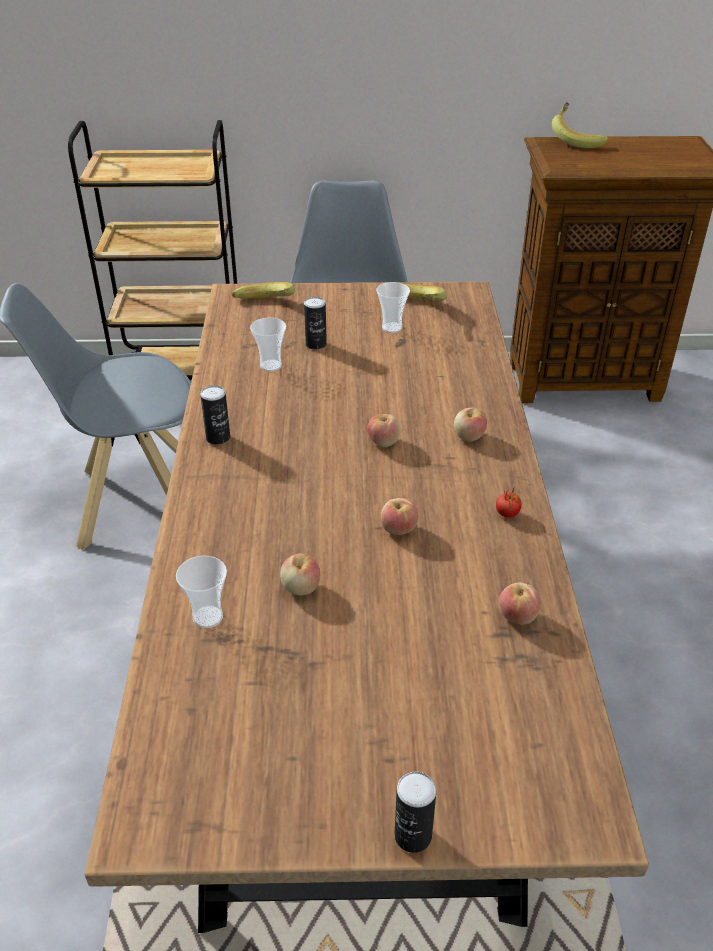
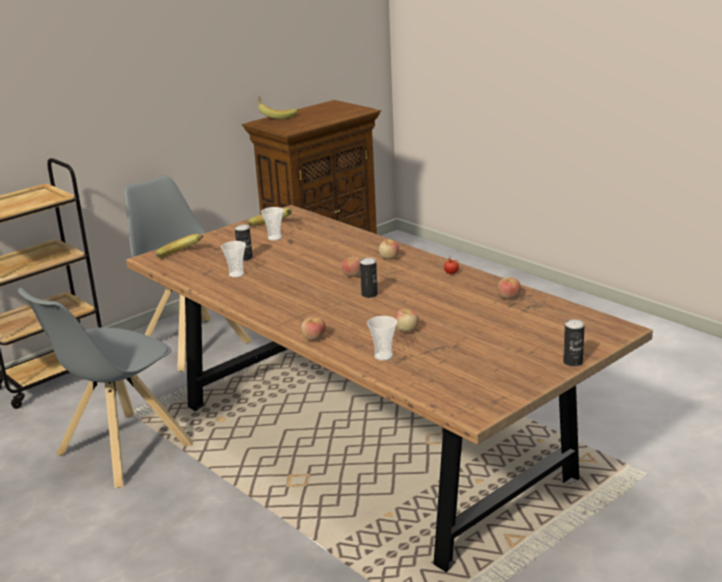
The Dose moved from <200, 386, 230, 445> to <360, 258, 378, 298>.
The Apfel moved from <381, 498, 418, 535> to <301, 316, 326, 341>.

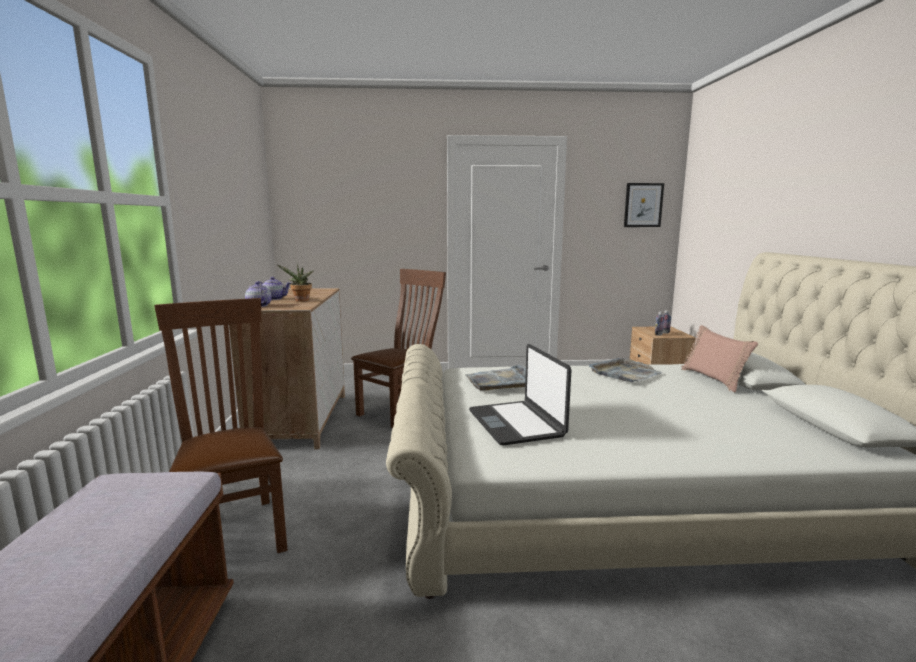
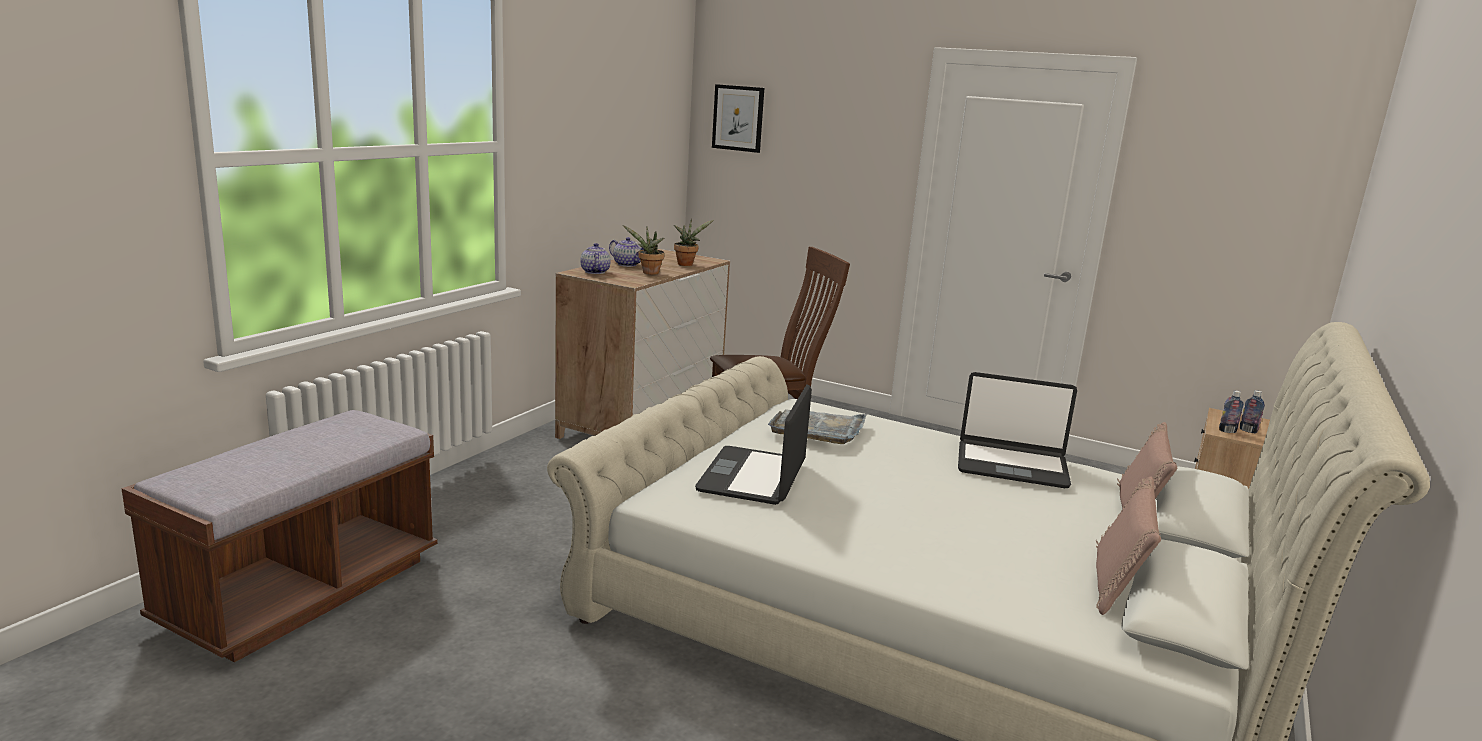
The Bild moved from <624, 183, 664, 227> to <712, 84, 764, 153>.
The Stuhl/braun at <154, 298, 288, 553> disappeared.
The Tablett/grau at <589, 358, 662, 382> was replaced by the Laptop at <958, 372, 1077, 488>.
The Topfpflanze at <674, 218, 714, 266> appeared.
The Kissen/beige at <1096, 477, 1161, 615> appeared.

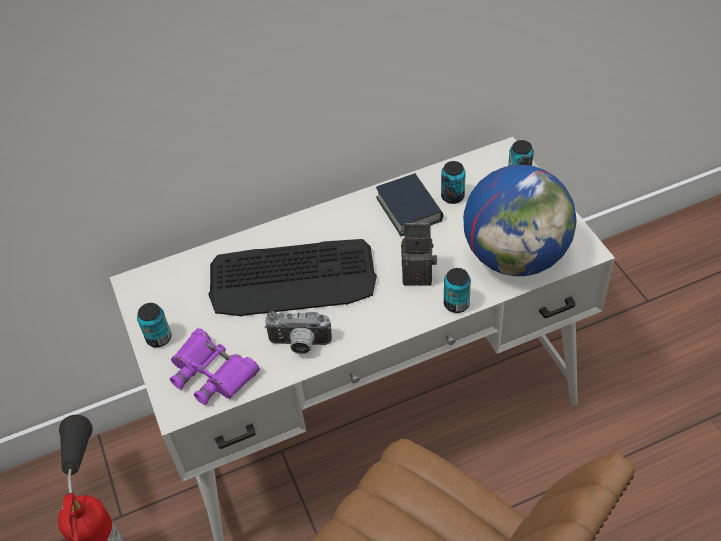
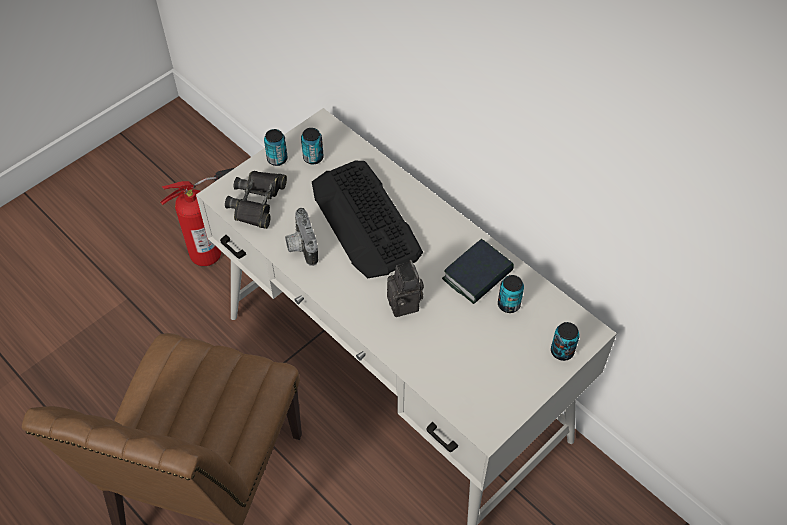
The Globus at <463, 165, 577, 276> disappeared.
The Dose moved from <444, 268, 471, 313> to <301, 128, 324, 164>.
The Fernglas/lila at <170, 328, 260, 405> became the Fernglas/schwarz at <225, 171, 287, 229>.

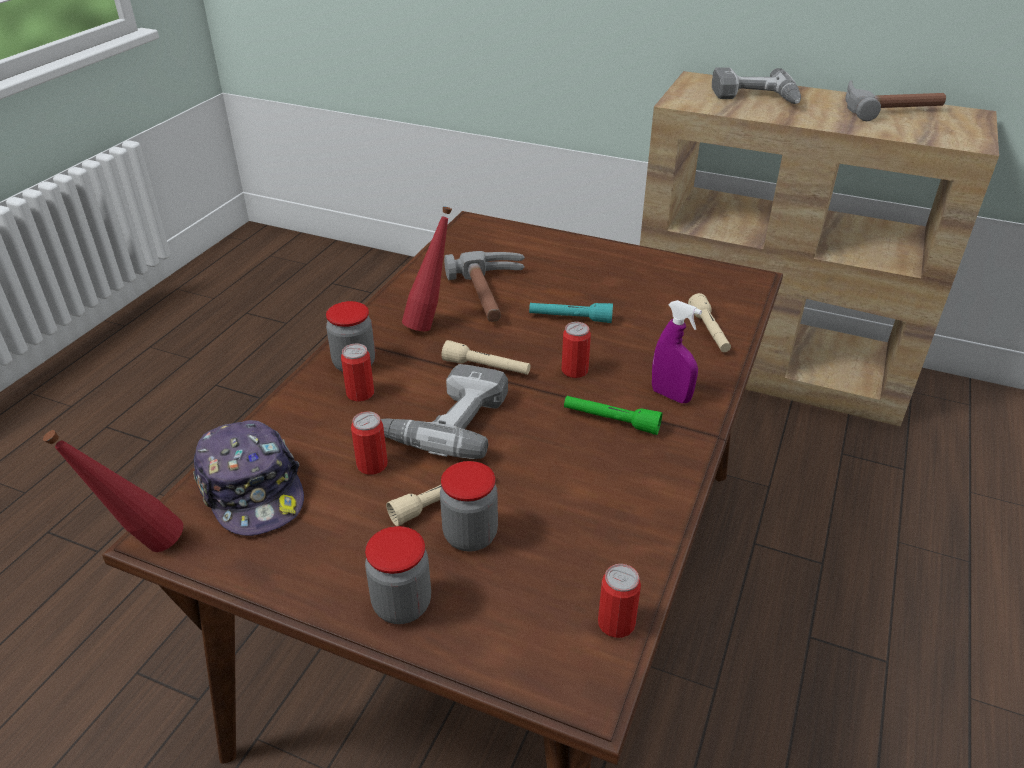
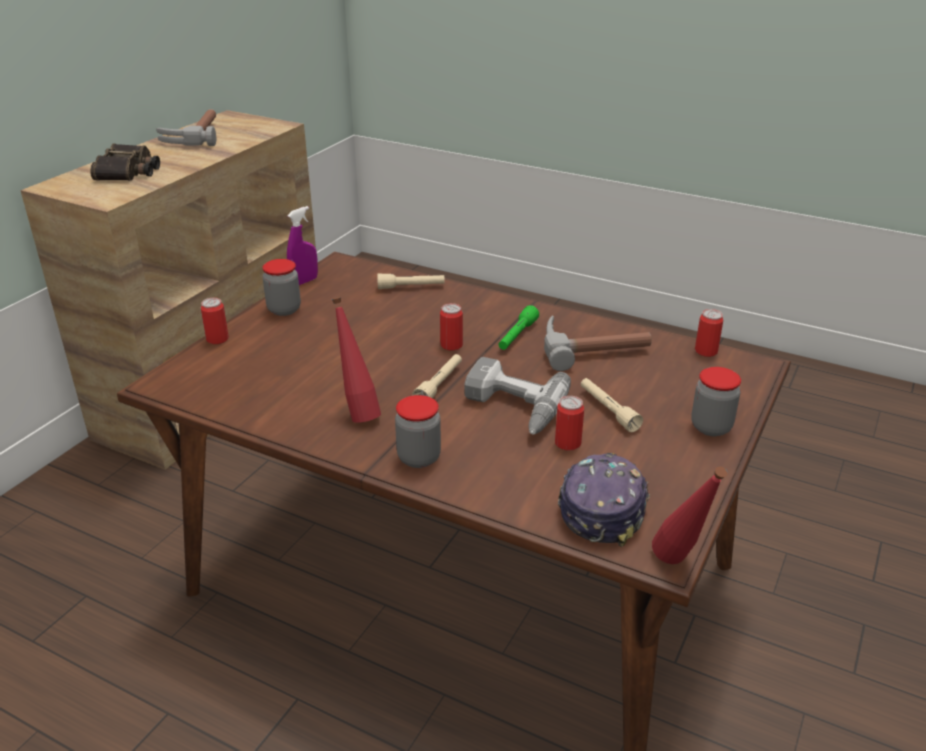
The Bohrmaschine at <712, 67, 801, 104> was replaced by the Fernglas at <90, 144, 160, 181>.
The Hammer moved from <444, 251, 525, 322> to <544, 316, 652, 371>.
The Sprühflasche/lila moved from <652, 300, 702, 403> to <287, 206, 318, 285>.
The Taschenlampe/türkis at <529, 303, 613, 323> disappeared.
The Dose moved from <341, 344, 374, 402> to <201, 298, 229, 344>.
The Kappe at <193, 420, 304, 536> turned 45 degrees counterclockwise.
The Vorratsglas moved from <440, 461, 498, 552> to <263, 259, 301, 316>.

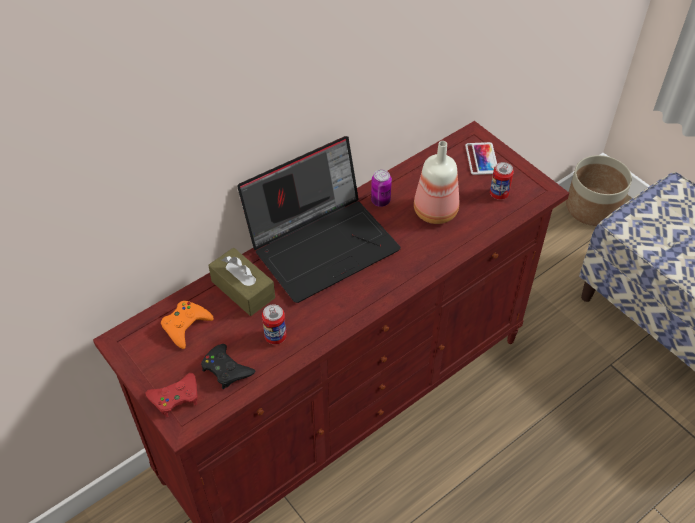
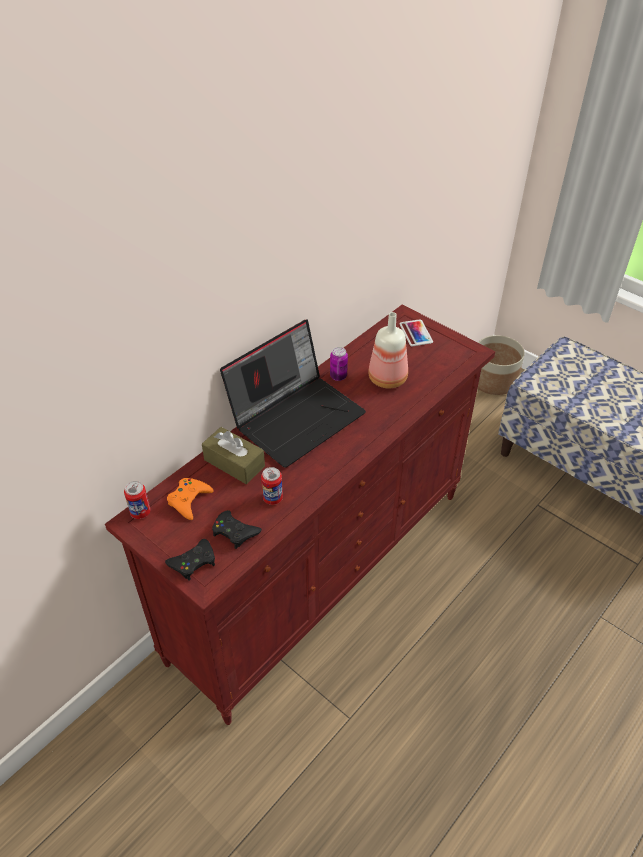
The Dose moved from <490, 162, 514, 200> to <124, 481, 151, 519>.
The Gamepad/rot at <146, 373, 198, 417> became the Gamepad/schwarz at <165, 539, 215, 581>.

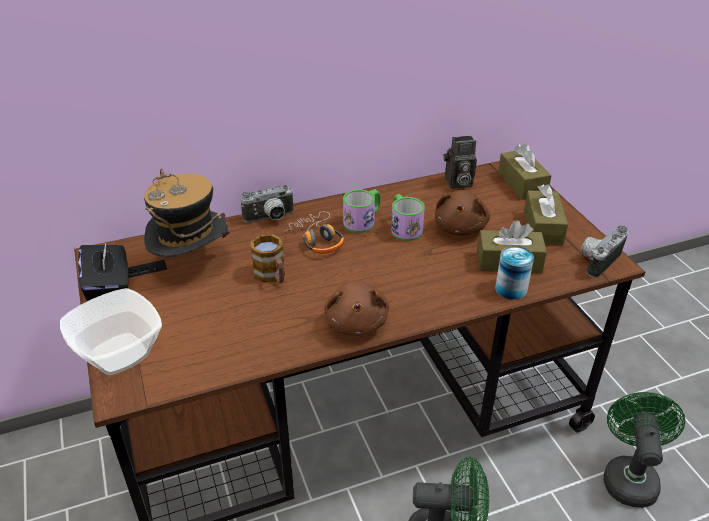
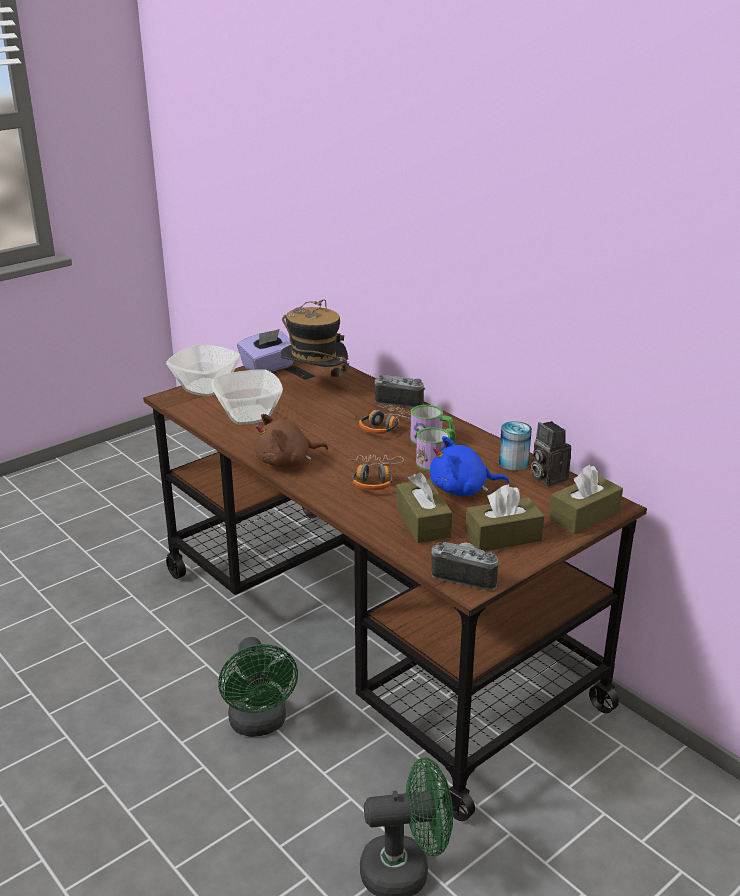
The Kamera at <241, 185, 294, 223> turned 150 degrees clockwise.
The Plüschtier/braun at <435, 190, 490, 236> became the Plüschtier/blau at <430, 436, 509, 496>.
The Henkelbecher at <250, 234, 285, 283> disappeared.
The Taschentuchbox/schwarz at <78, 238, 129, 301> became the Taschentuchbox/lila at <237, 329, 293, 372>.
The Dose moved from <495, 246, 534, 300> to <499, 421, 532, 471>.
The Schüssel at <212, 369, 283, 425> appeared.
The Kopfhörer at <348, 455, 404, 490> appeared.

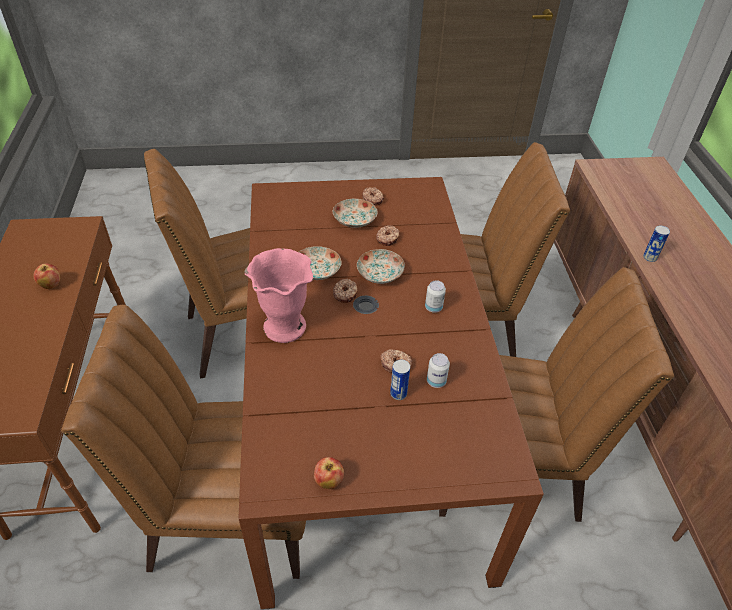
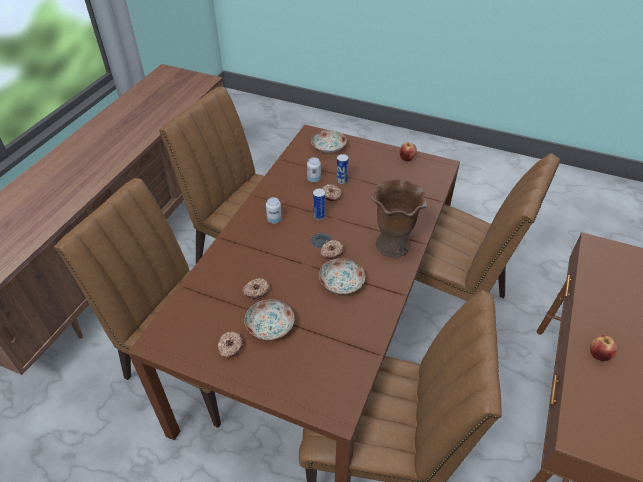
The Dose moved from <643, 226, 670, 262> to <313, 188, 325, 220>.
The Vase/rosa at <244, 248, 313, 343> became the Vase/braun at <371, 179, 427, 257>.
The Teller moved from <357, 249, 405, 284> to <311, 130, 347, 153>.

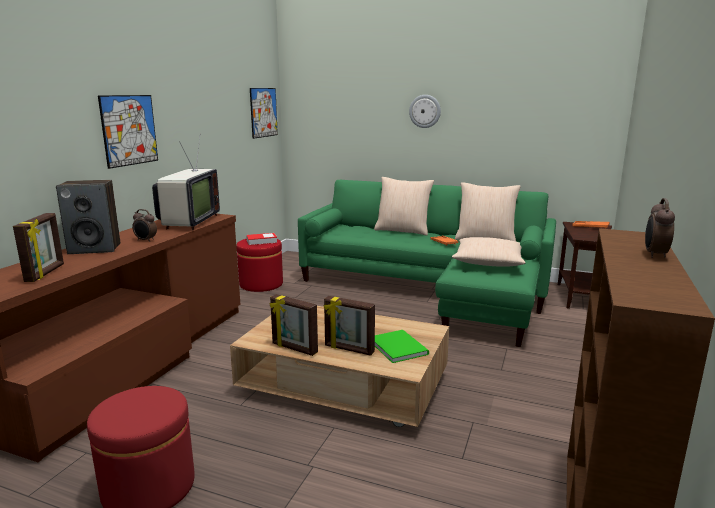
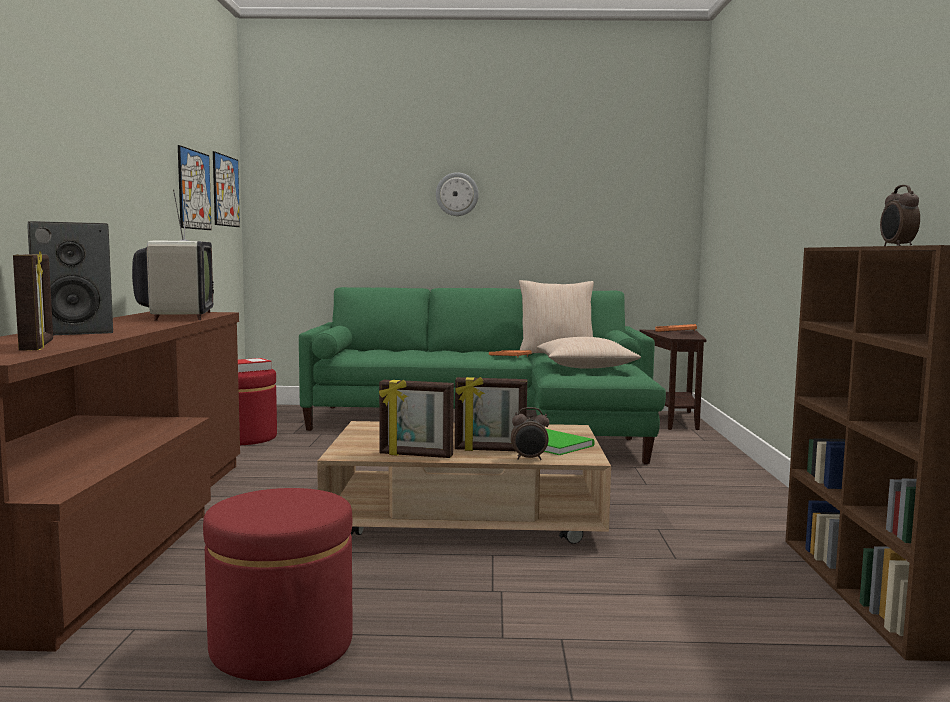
The Bild moved from <98, 95, 158, 169> to <178, 145, 212, 230>.
The Kissen/beige at <374, 177, 434, 236> disappeared.
The Wecker moved from <132, 209, 157, 242> to <511, 407, 549, 460>.

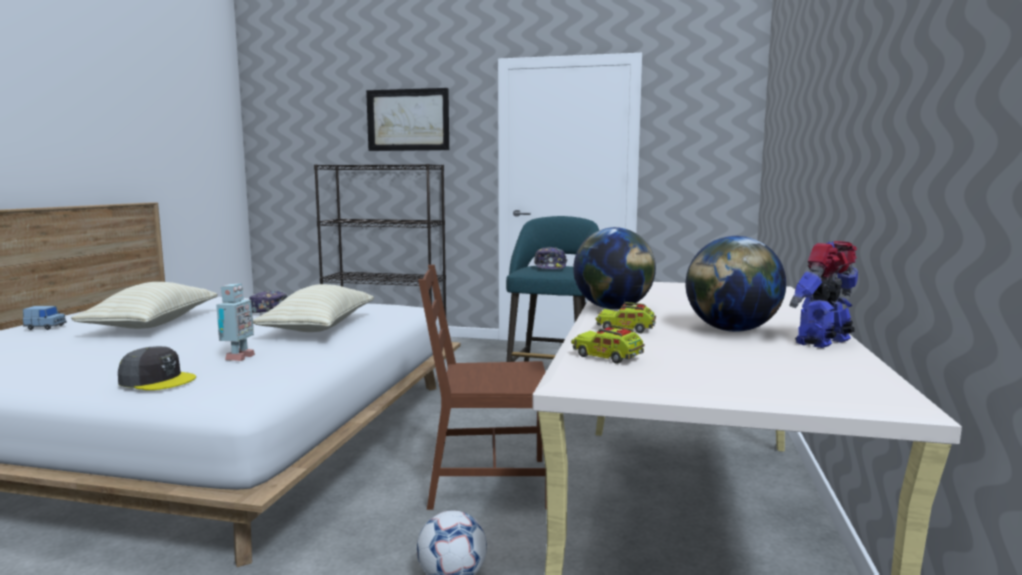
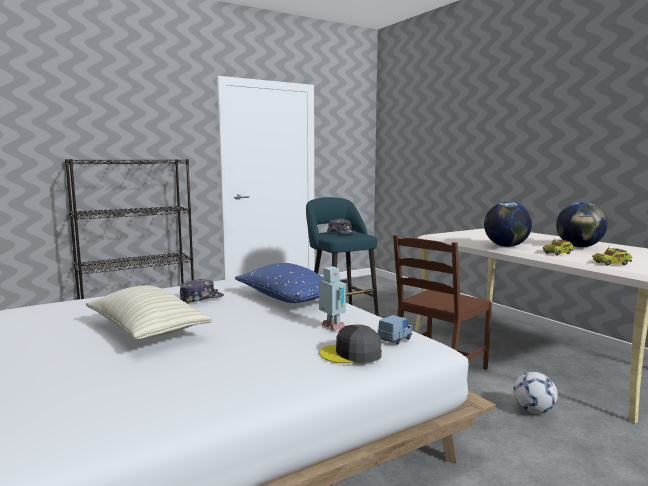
The Bild at <366, 88, 449, 151> disappeared.
The Spielzeugroboter at <789, 241, 858, 348> disappeared.
The Kissen/beige at <253, 284, 374, 332> became the Kissen/blau at <235, 263, 324, 303>.
The Spielzeugauto/blau moved from <23, 306, 67, 330> to <378, 315, 412, 345>.
The Kappe/grau at <118, 346, 196, 390> turned 150 degrees counterclockwise.

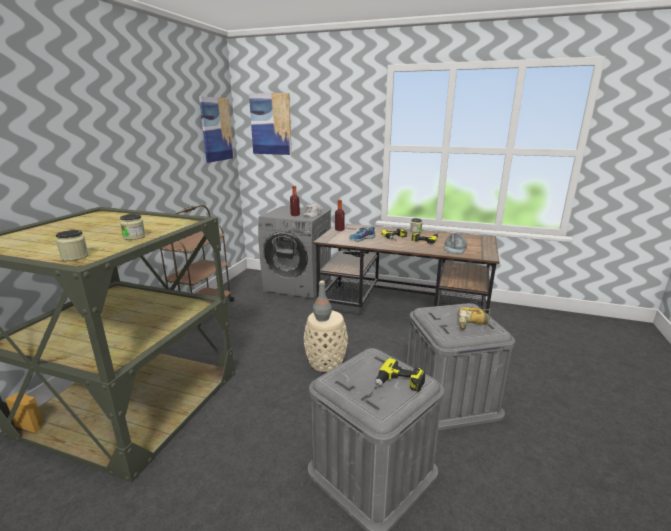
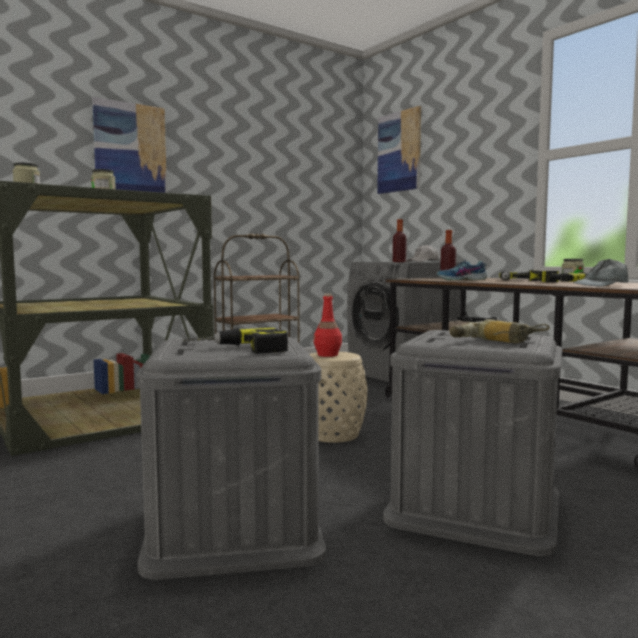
The Bild moved from <199, 97, 234, 163> to <92, 97, 167, 193>.
The Flasche/grau at <313, 281, 332, 322> became the Flasche/rot at <314, 294, 342, 357>.

